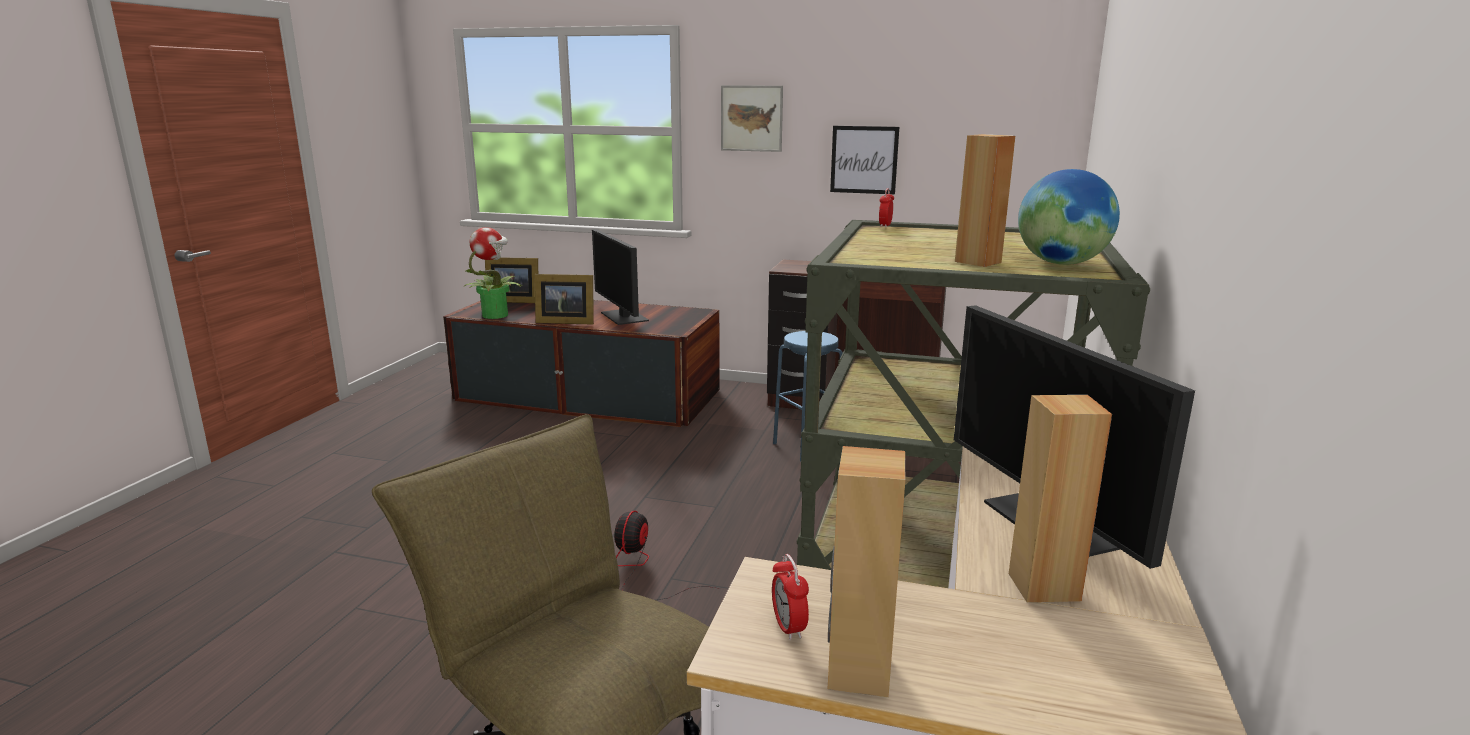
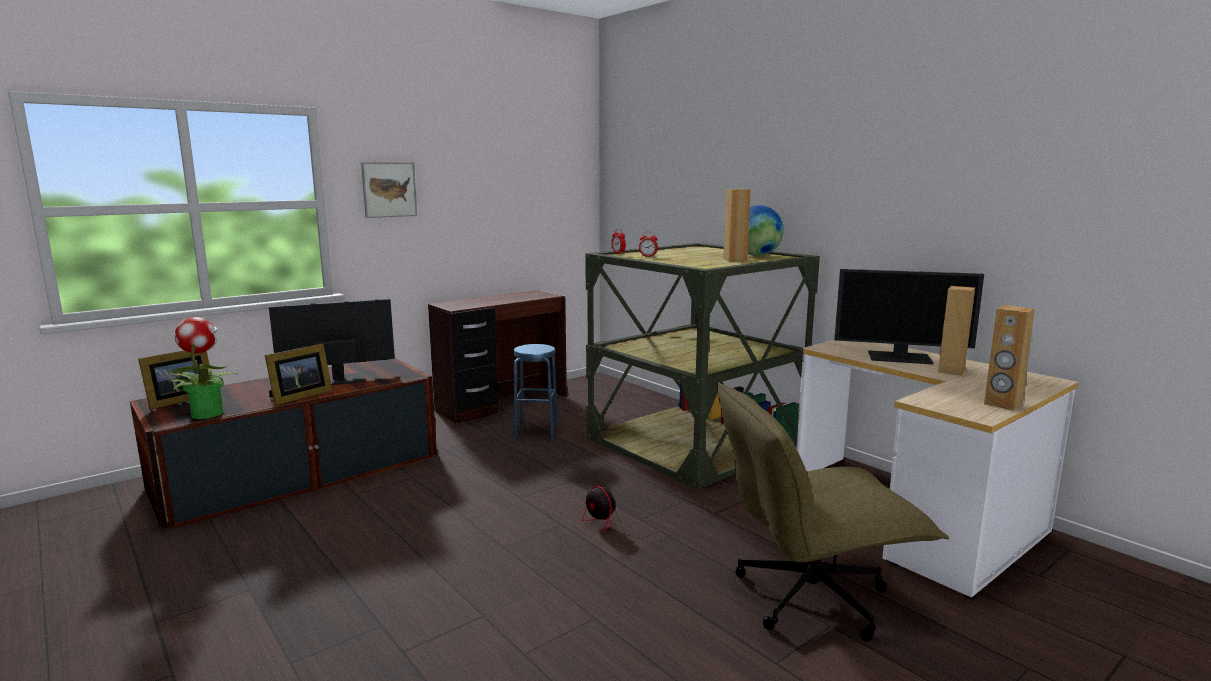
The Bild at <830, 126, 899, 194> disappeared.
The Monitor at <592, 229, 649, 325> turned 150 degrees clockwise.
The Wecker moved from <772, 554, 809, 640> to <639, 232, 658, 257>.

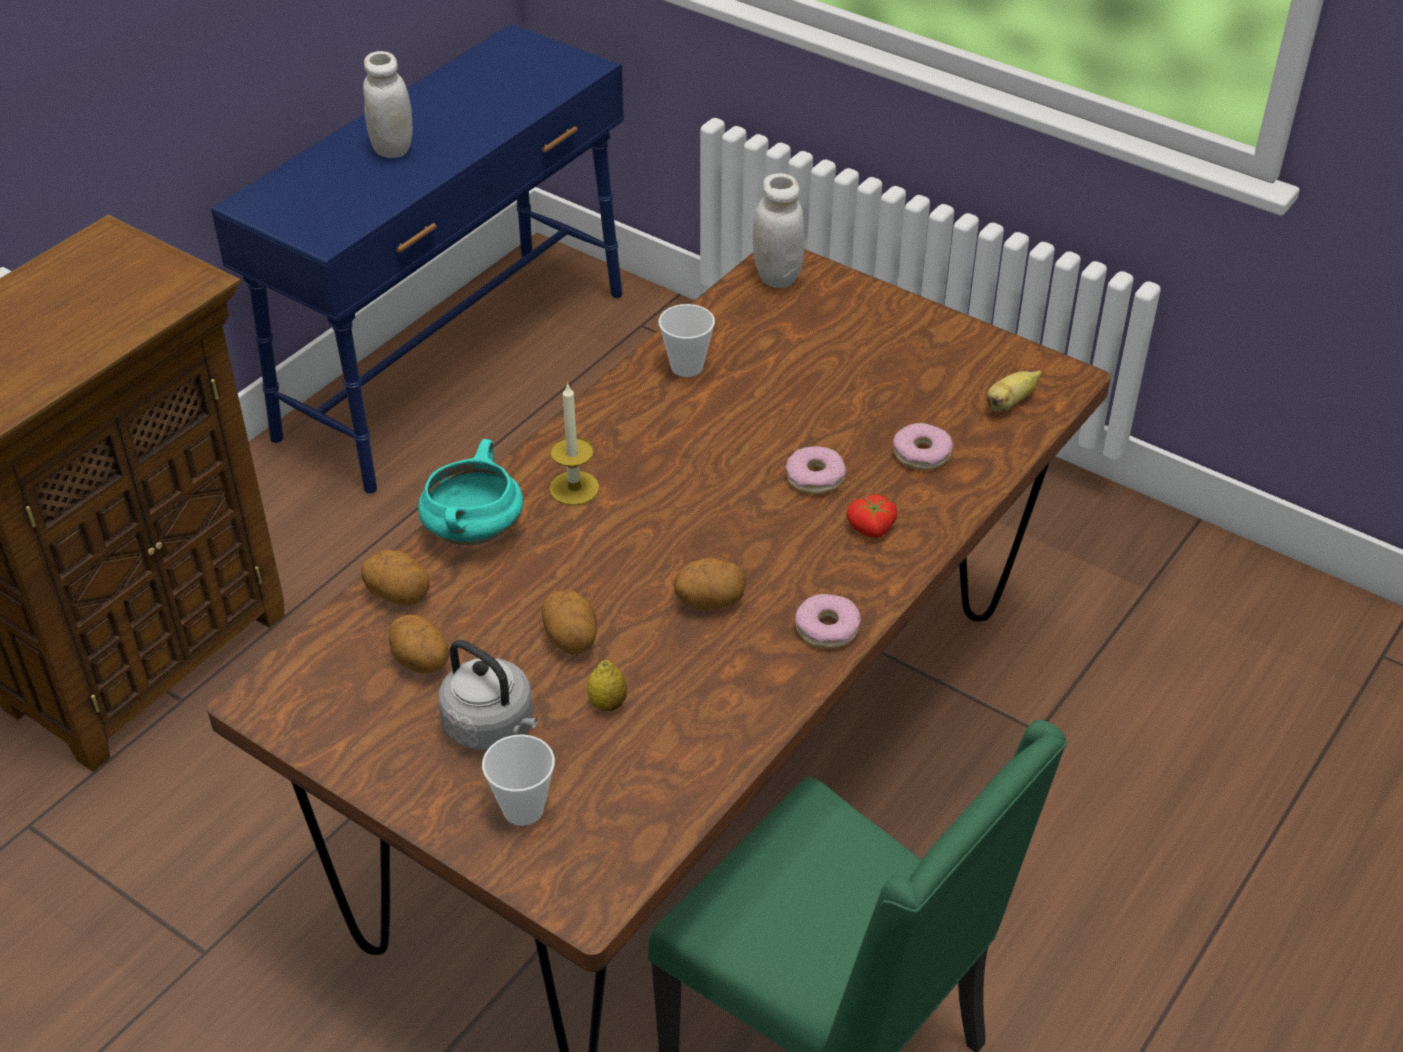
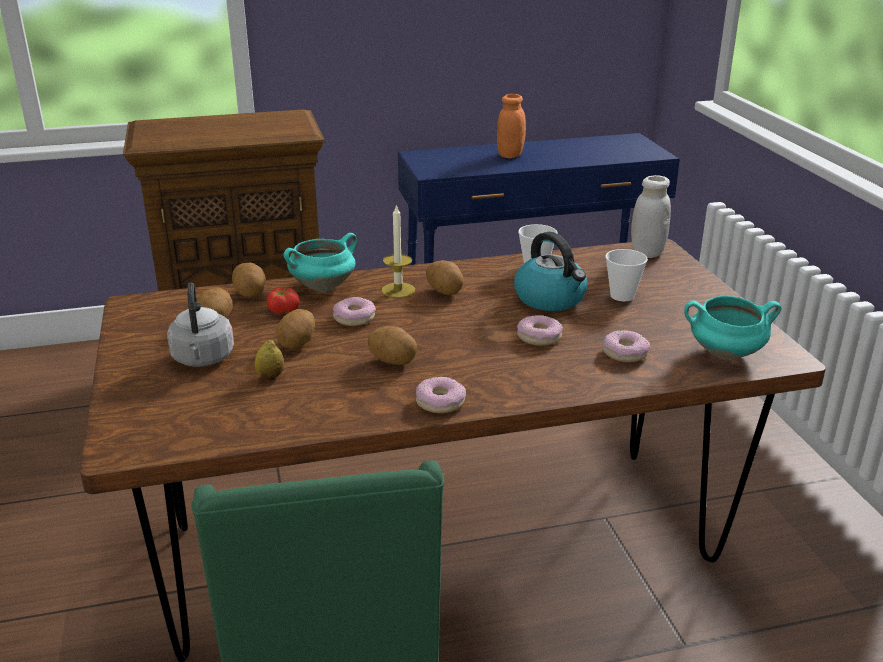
The Vorratsglas/weiß at <363, 51, 413, 158> became the Vorratsglas/orange at <497, 94, 526, 159>.
The Banane at <987, 370, 1042, 412> was replaced by the Kochtopf/türkis at <684, 296, 781, 359>.
The Tomate moved from <846, 494, 897, 538> to <267, 287, 300, 314>.
The Tasse moved from <482, 734, 555, 826> to <605, 249, 648, 301>.
The Wasserkessel at <514, 232, 588, 311> appeared.
The Kartoffel at <426, 260, 464, 295> appeared.
The Donut at <333, 297, 376, 326> appeared.

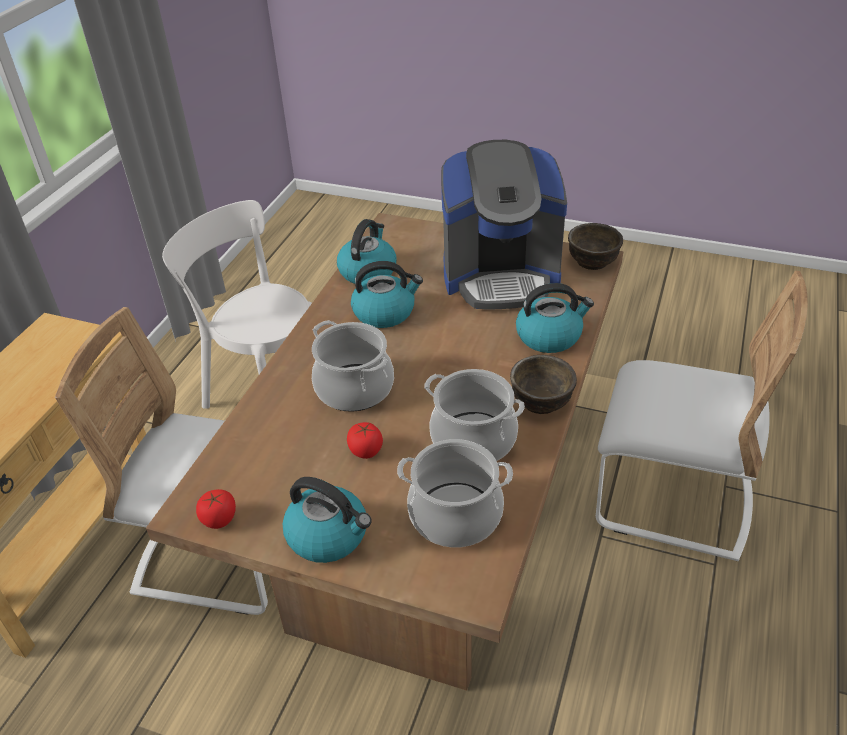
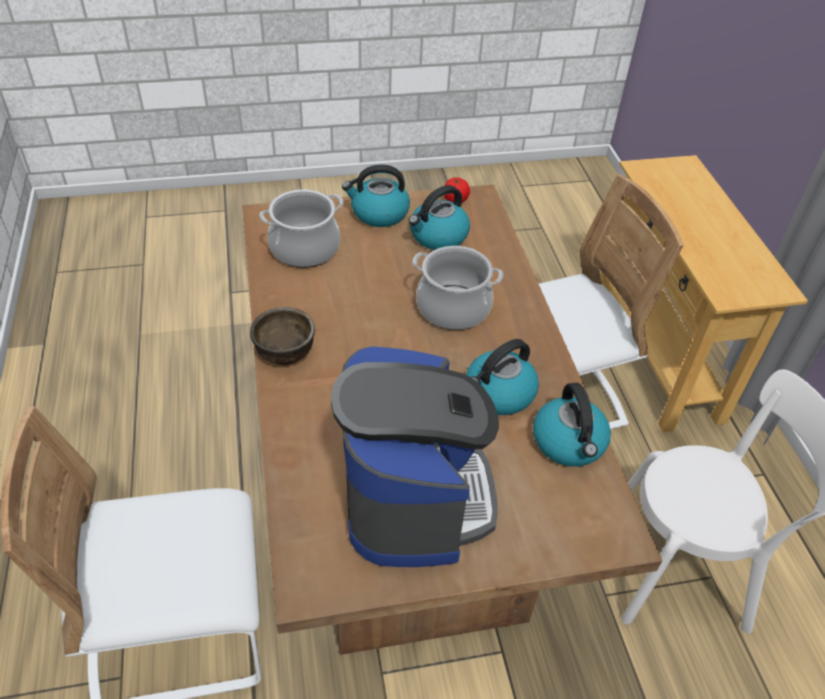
The Kaffeemaschine at <441, 140, 567, 310> turned 120 degrees clockwise.
The Schüssel/braun at <568, 223, 623, 270> disappeared.
The Wasserkessel moved from <516, 283, 594, 353> to <408, 185, 470, 250>.
The Kochtopf at <425, 369, 525, 461> disappeared.
The Tomate at <347, 422, 383, 459> disappeared.

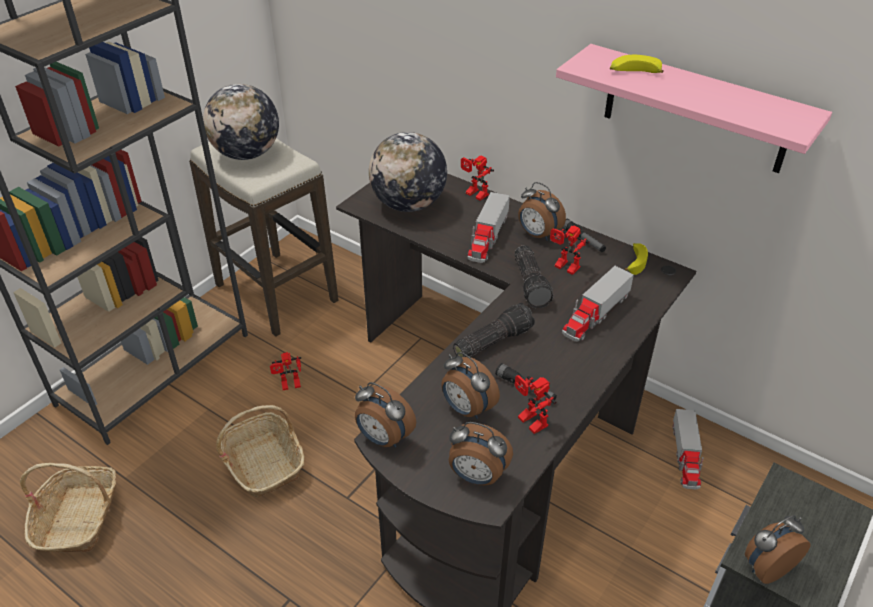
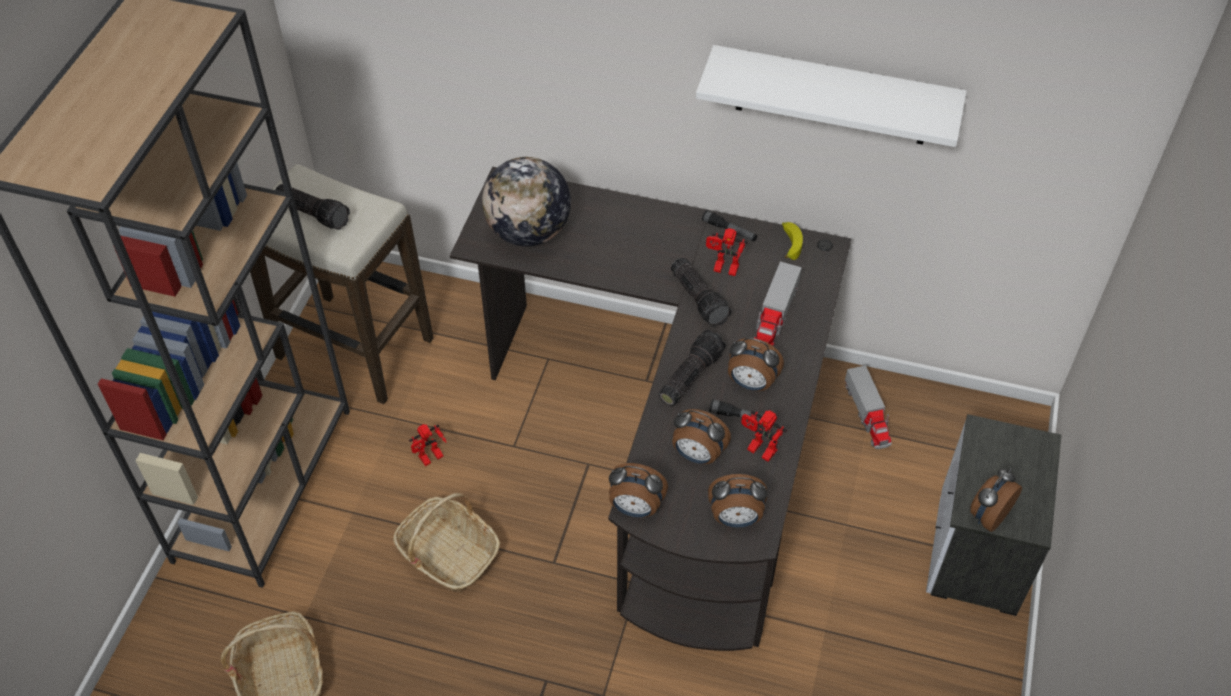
The Wandregal/rosa at <556, 44, 832, 173> became the Wandregal/weiß at <696, 45, 967, 147>.
The Banane at <610, 55, 664, 73> disappeared.
The Globus at <203, 84, 279, 160> was replaced by the Taschenlampe at <275, 184, 350, 230>.
The Spielzeugroboter at <461, 156, 494, 201> disappeared.
The Wecker moved from <518, 182, 566, 241> to <728, 338, 784, 391>.
The Spielzeuglaster at <467, 192, 510, 263> disappeared.

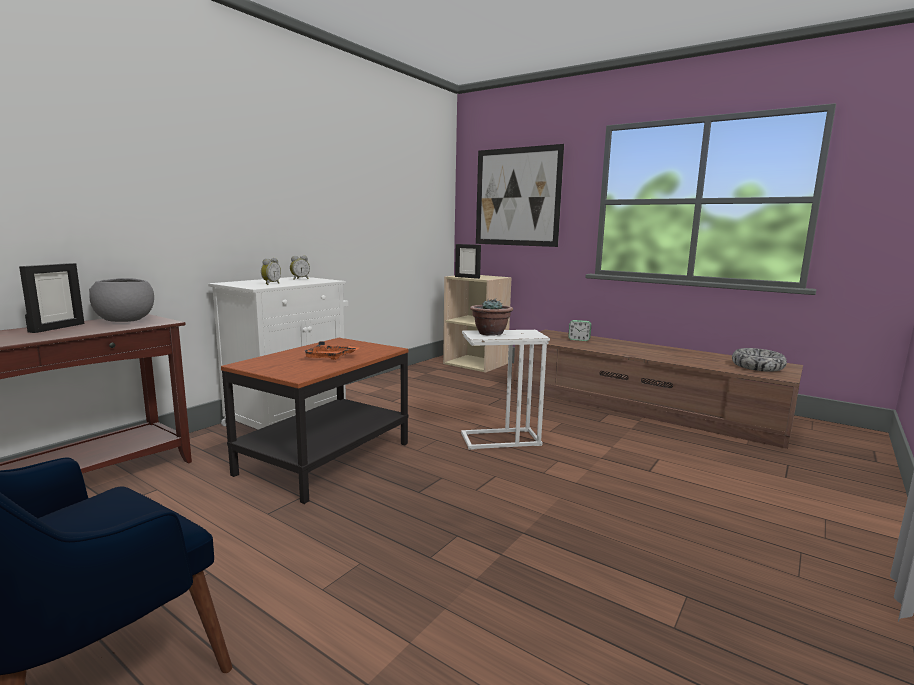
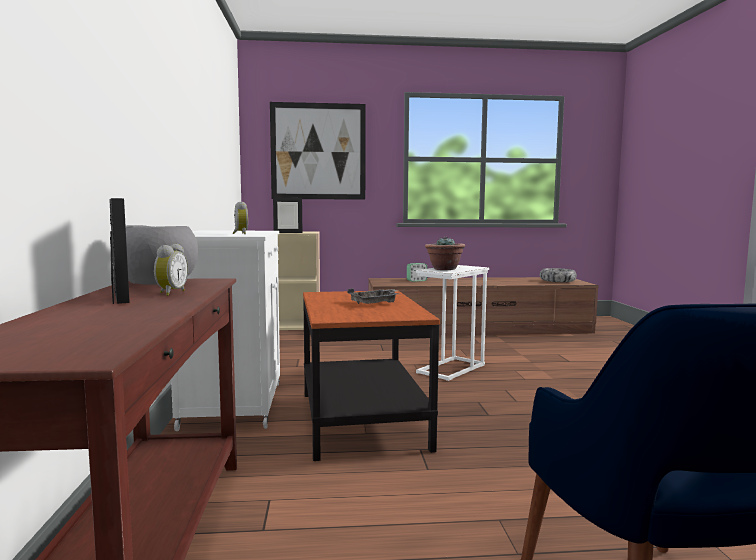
The Wecker moved from <290, 256, 310, 280> to <154, 244, 188, 296>.
The Tablett/orange at <302, 341, 359, 360> became the Tablett/grau at <348, 288, 398, 304>.

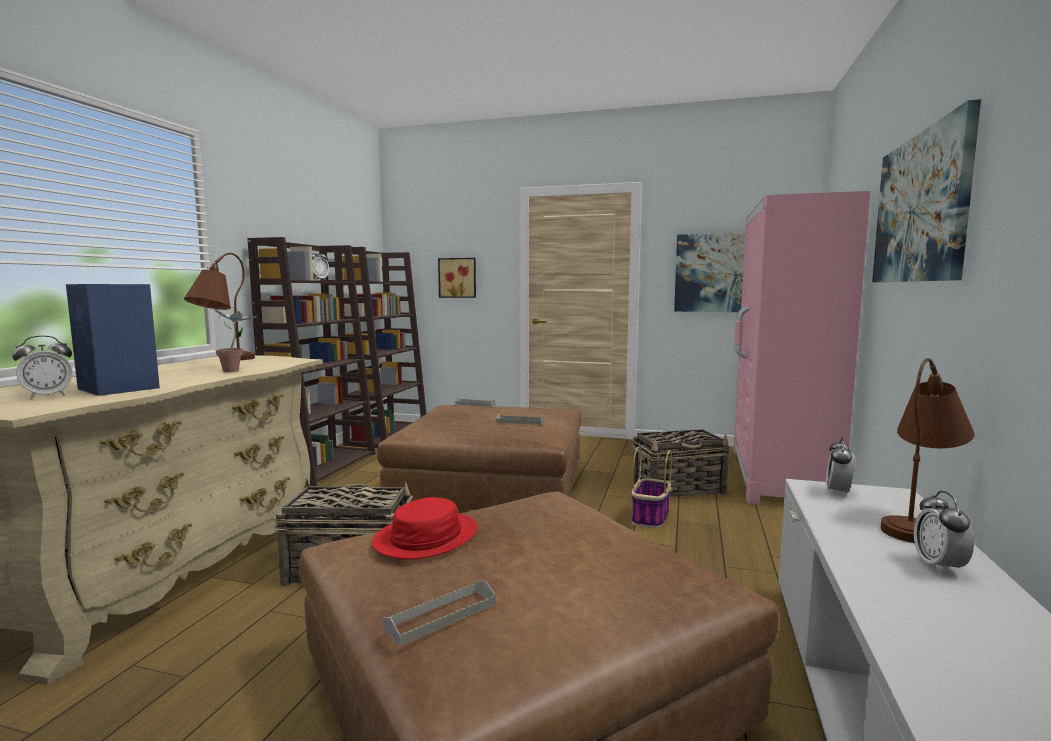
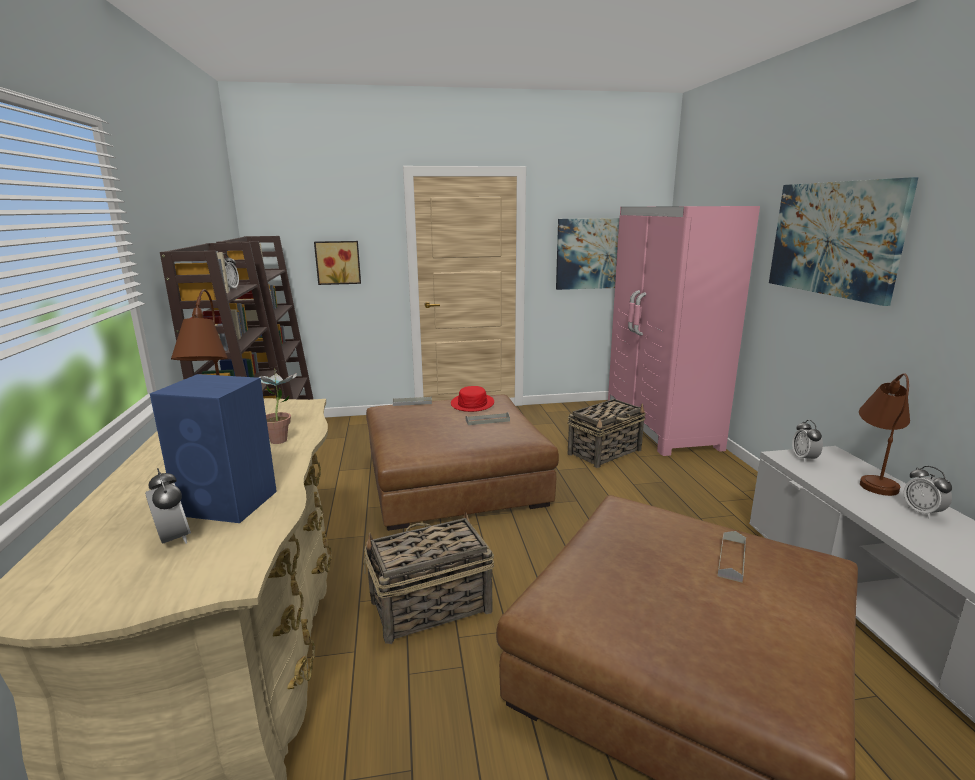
The Wecker at <12, 335, 73, 399> turned 60 degrees counterclockwise.
The Korb at <632, 447, 672, 528> disappeared.
The Hut/rot moved from <372, 497, 477, 559> to <451, 386, 494, 412>.
The Tablett/grau moved from <382, 581, 496, 646> to <718, 531, 746, 582>.

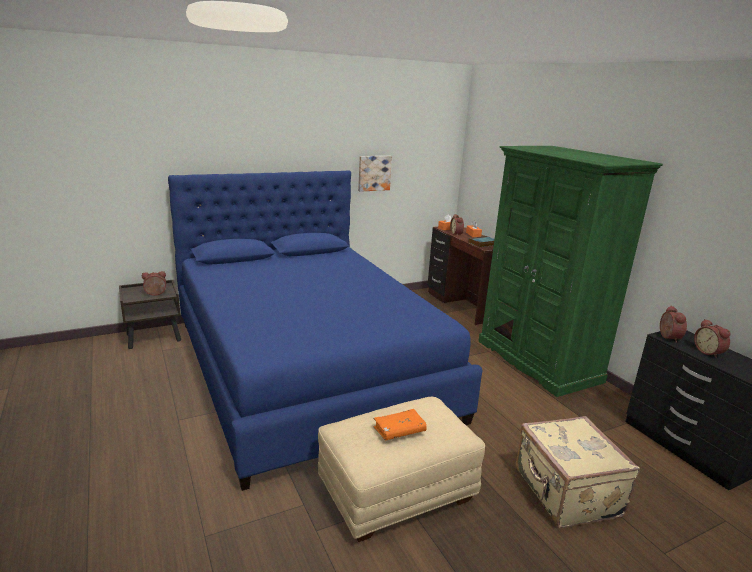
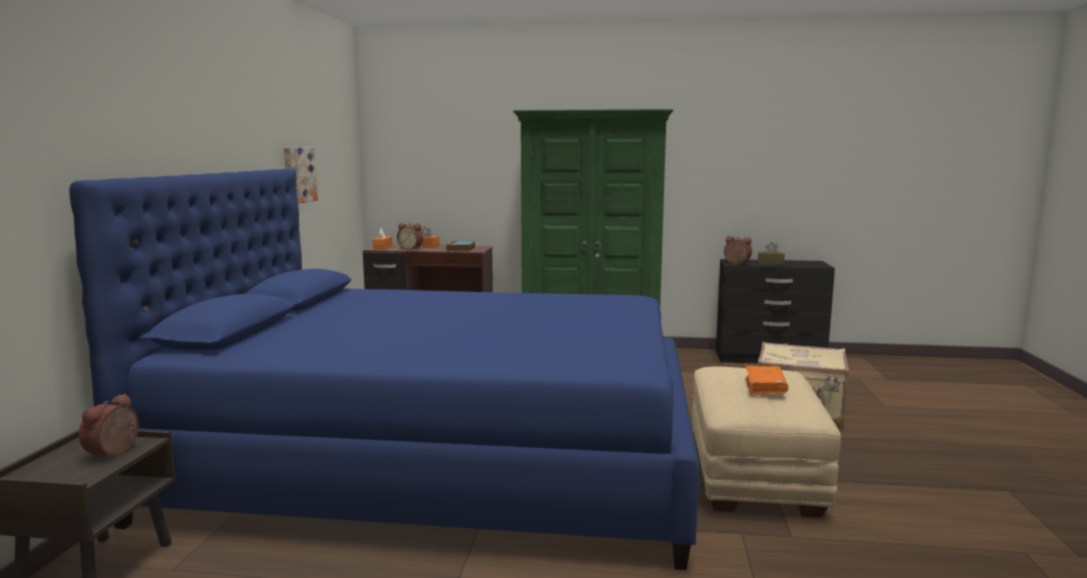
The Wecker at <694, 319, 730, 359> was replaced by the Taschentuchbox/braun at <758, 242, 785, 265>.

